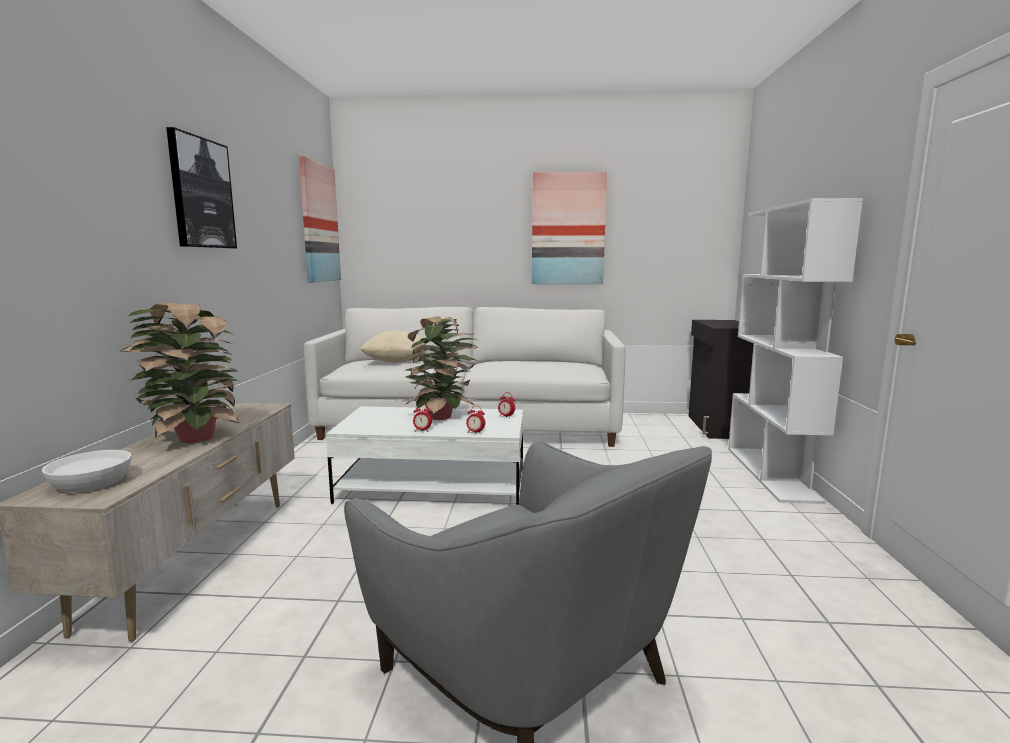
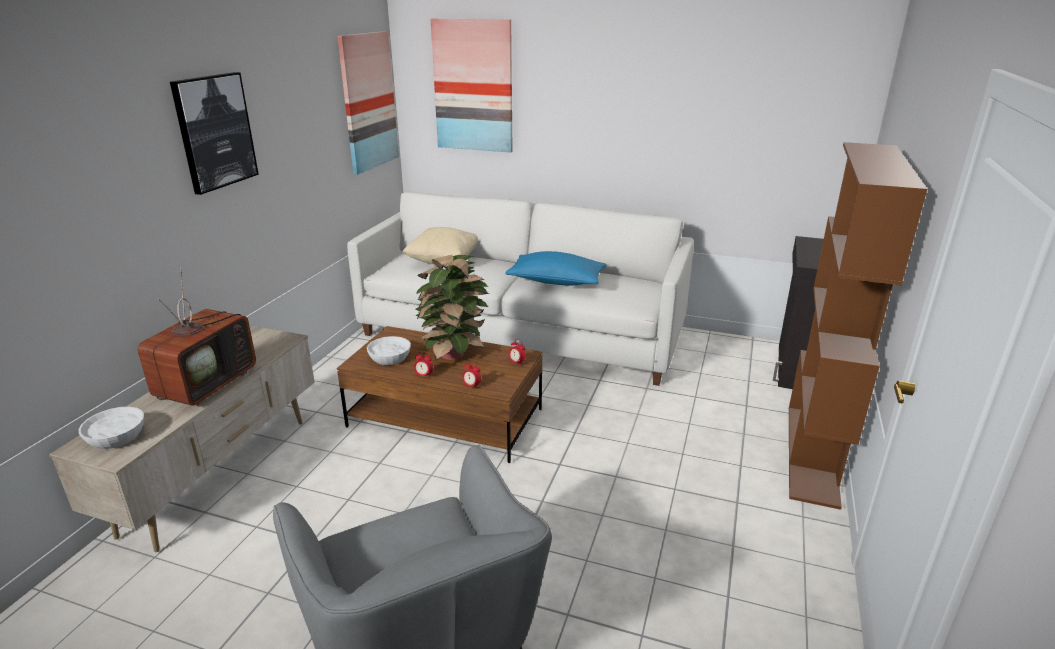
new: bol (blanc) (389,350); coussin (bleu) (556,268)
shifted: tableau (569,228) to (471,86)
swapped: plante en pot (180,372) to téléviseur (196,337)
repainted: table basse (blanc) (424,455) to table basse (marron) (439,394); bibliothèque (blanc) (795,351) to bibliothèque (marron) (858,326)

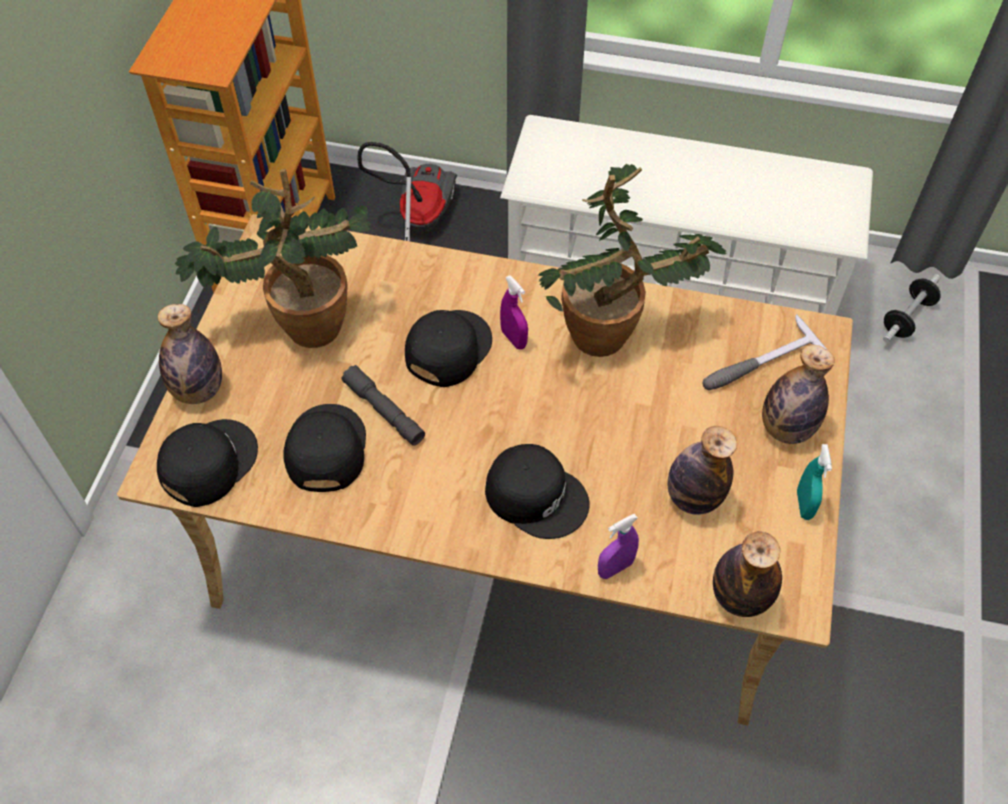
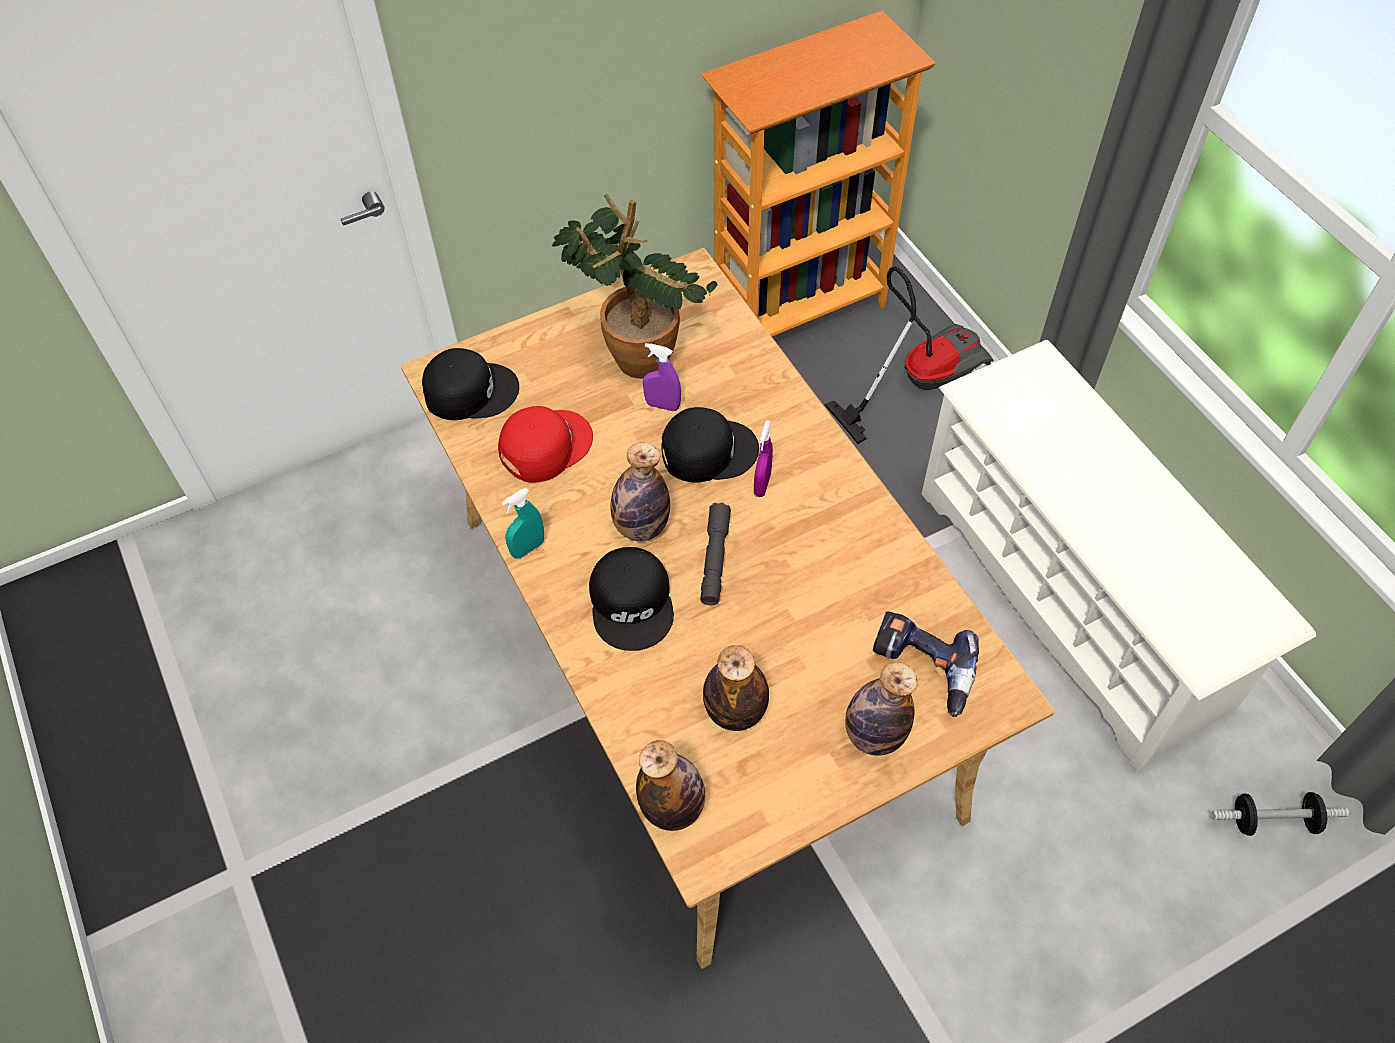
gone: plante en pot (632,260)
shifted: vaporisateur (turquoise) (814,482) to (523,523); bouteille (190,354) to (640,491); vaporisateur (violet) (618,546) to (662,377); lampe de poche (gris) (383,405) to (715,554)
swapped: marteau (765,352) to perceuse (926,664)
repainted: casquette (noir) (324,448) to casquette (rouge) (545,444)

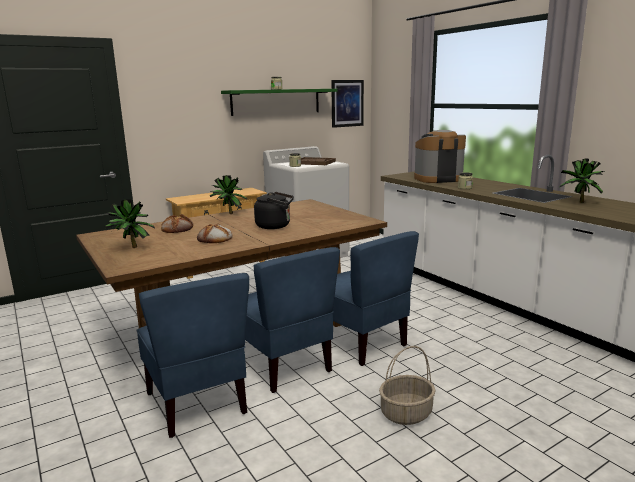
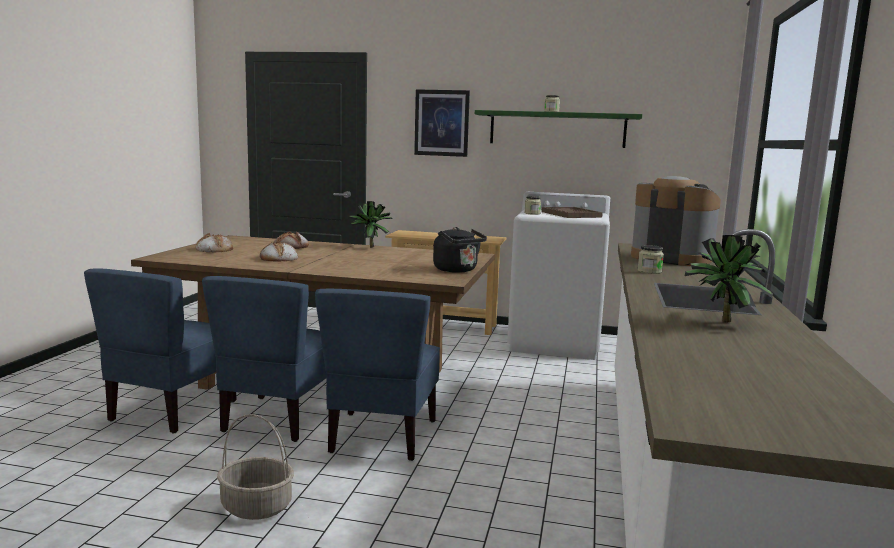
shifted: tableau (347,104) to (442,123); bouilloire (noir) (274,210) to (460,250)
swapped: plante en pot (130,223) to pain (214,243)

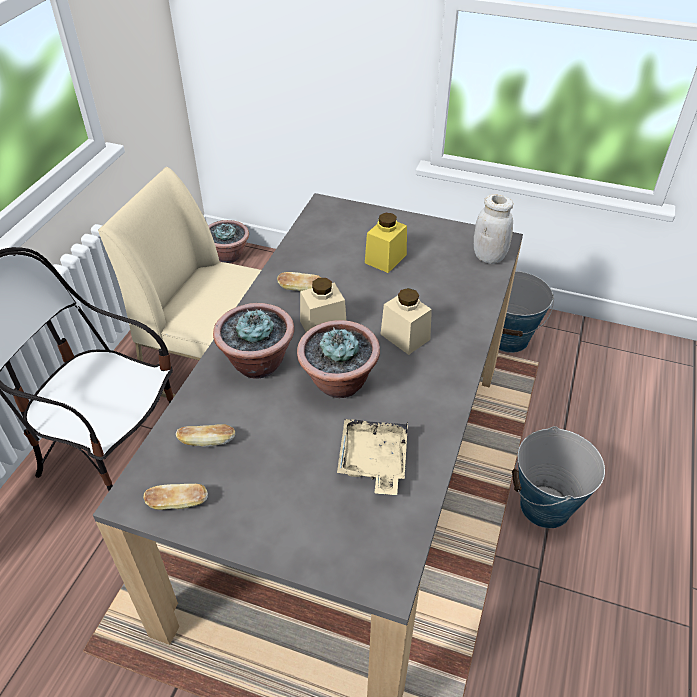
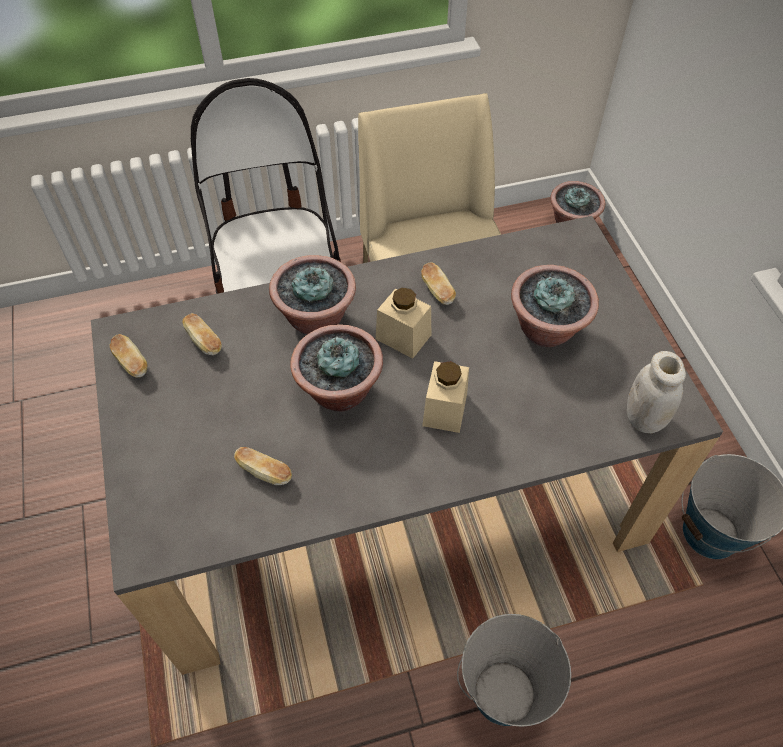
swapped: plateau (beige) (372,457) to pain (263,466); bocal (jaune) (386,243) to plante en pot (555,306)

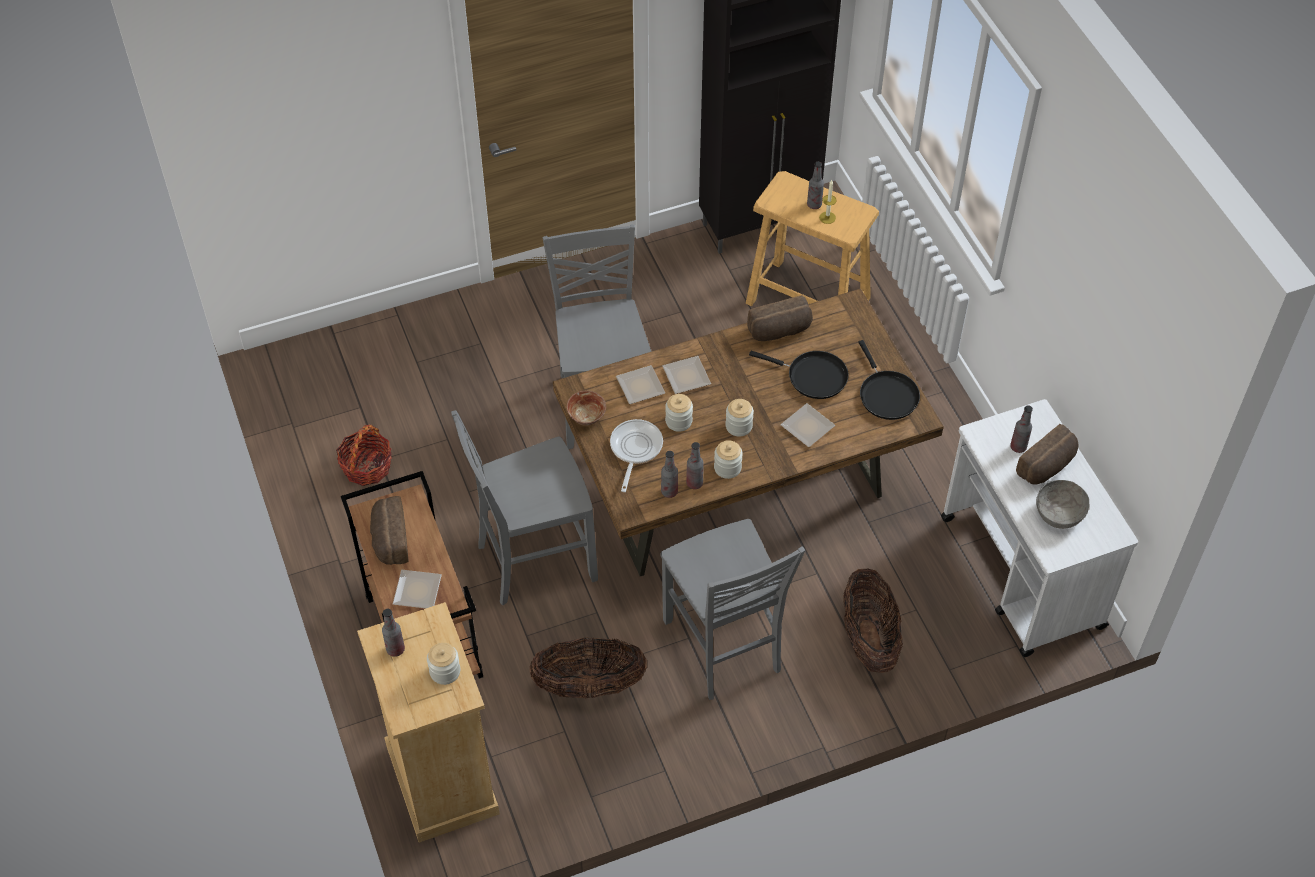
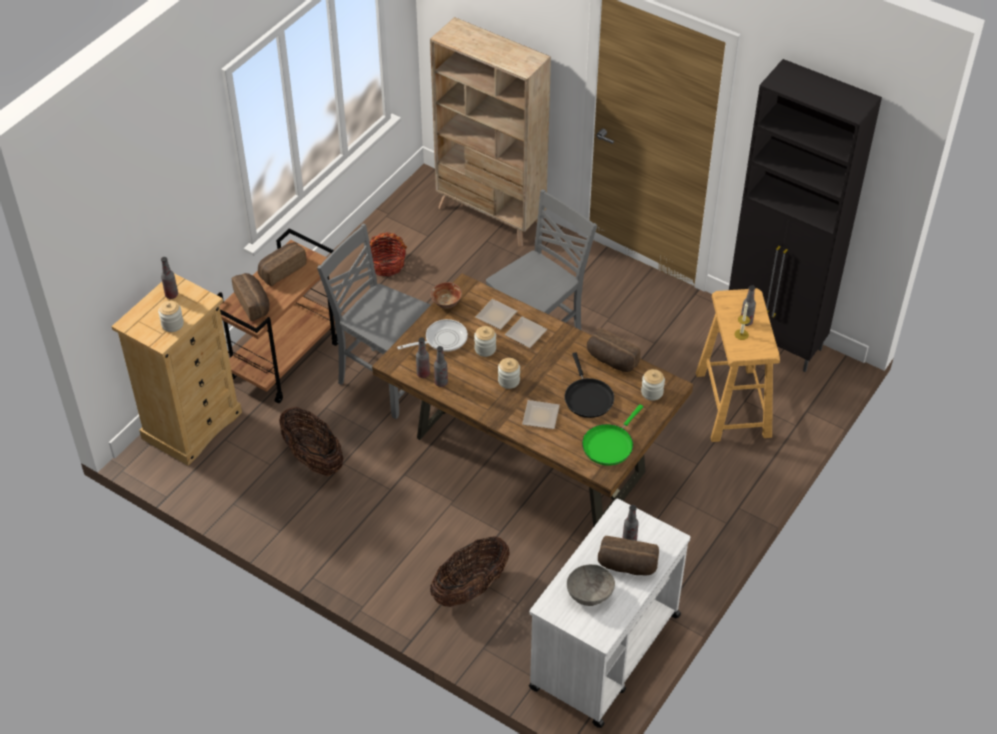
gone: chaise (gris) (733,609)
new: bibliothèque (beige) (490,132)
shifted: bocal (728,459) to (653,385)
swapped: assiette (417,589) to pain (251,297)
repainted: poêle (noir) (889,380) to poêle (vert) (612,434)

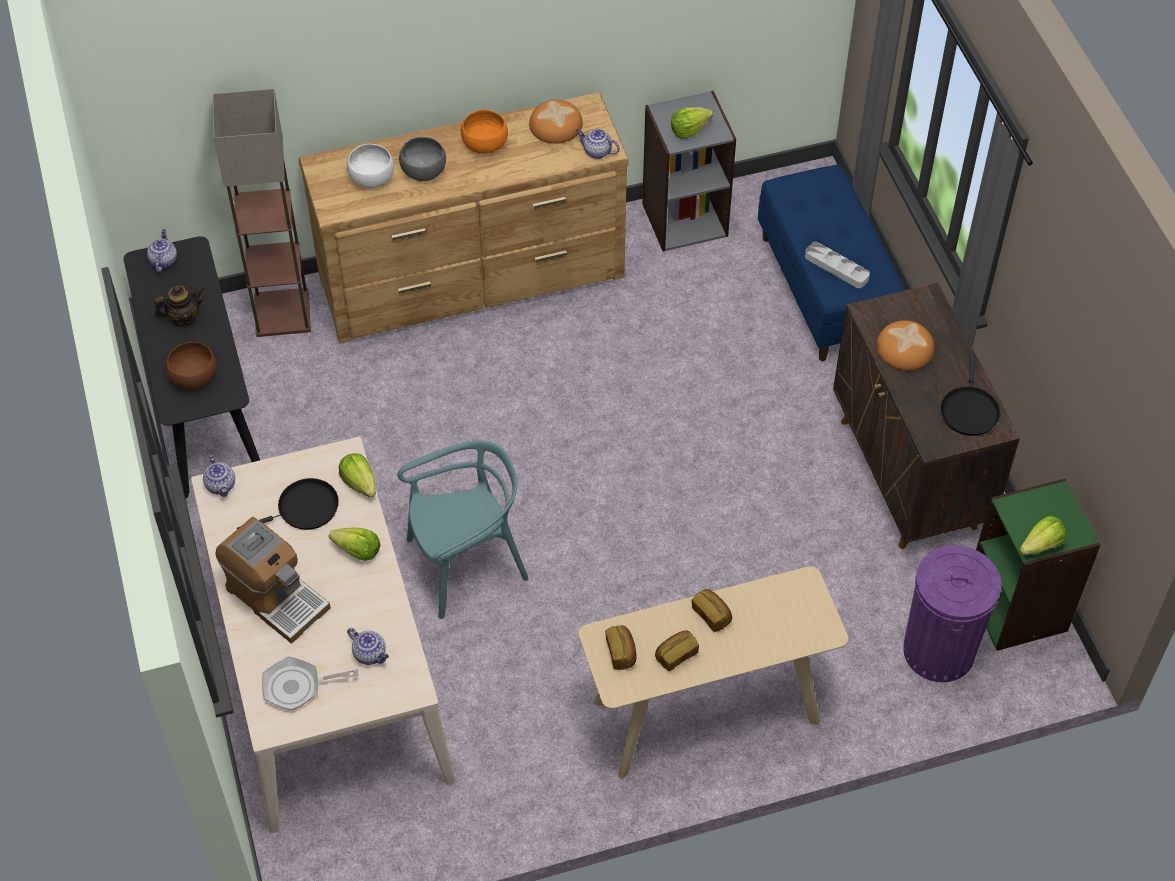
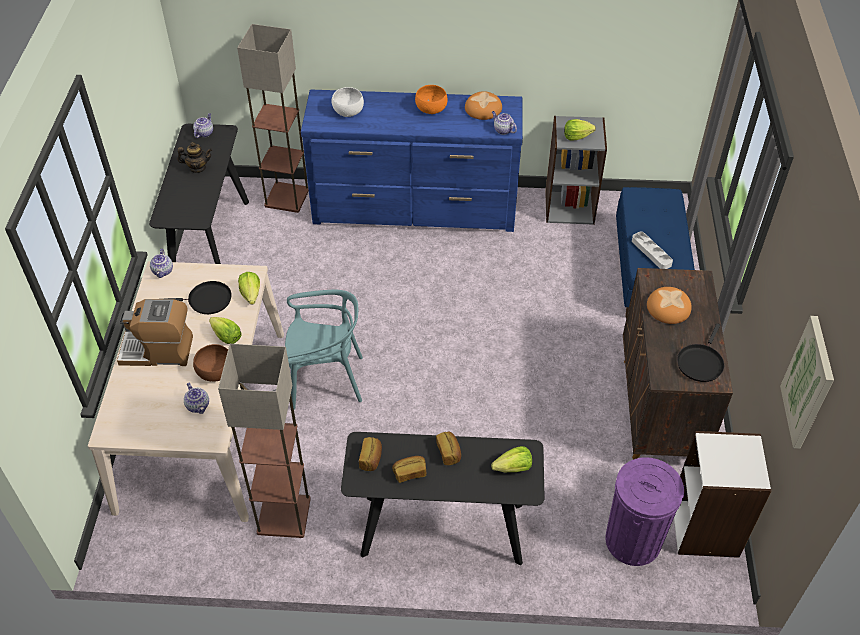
gone: poêle (310,683); bol (gris) (422,159)
new: lampadaire (264,441); tableau (807,382)
shifted: bol (marron) (191,365) to (210,362); laitue (1043,535) to (511,459)
repainted: commode (marron) (463,218) to commode (bleu) (412,160); table console (beige) (713,672) to table console (noir) (443,498); bibliothèque (vert) (1038,564) to bibliothèque (blanc) (722,494)
rotated: machine à café (273,580) = (155,332) 120 degrees clockwise

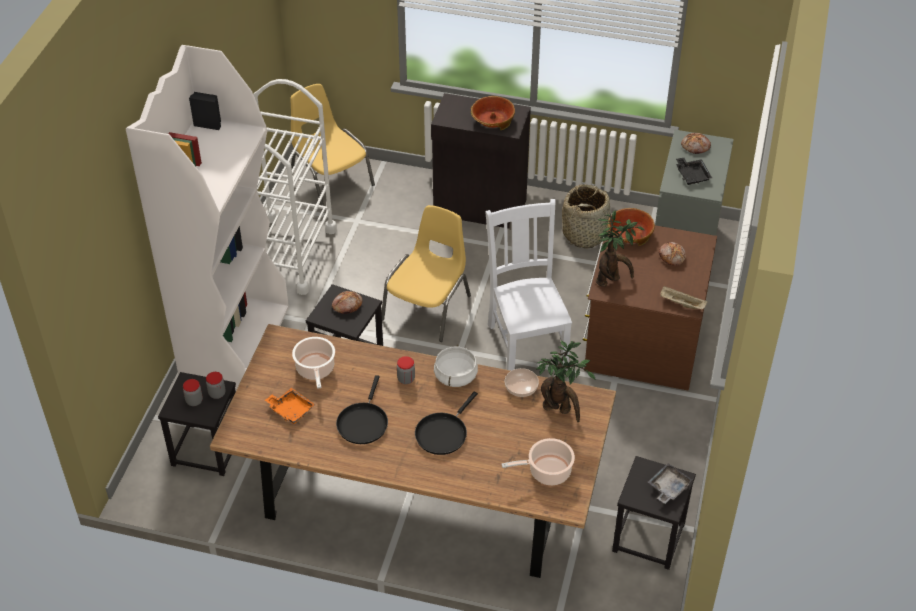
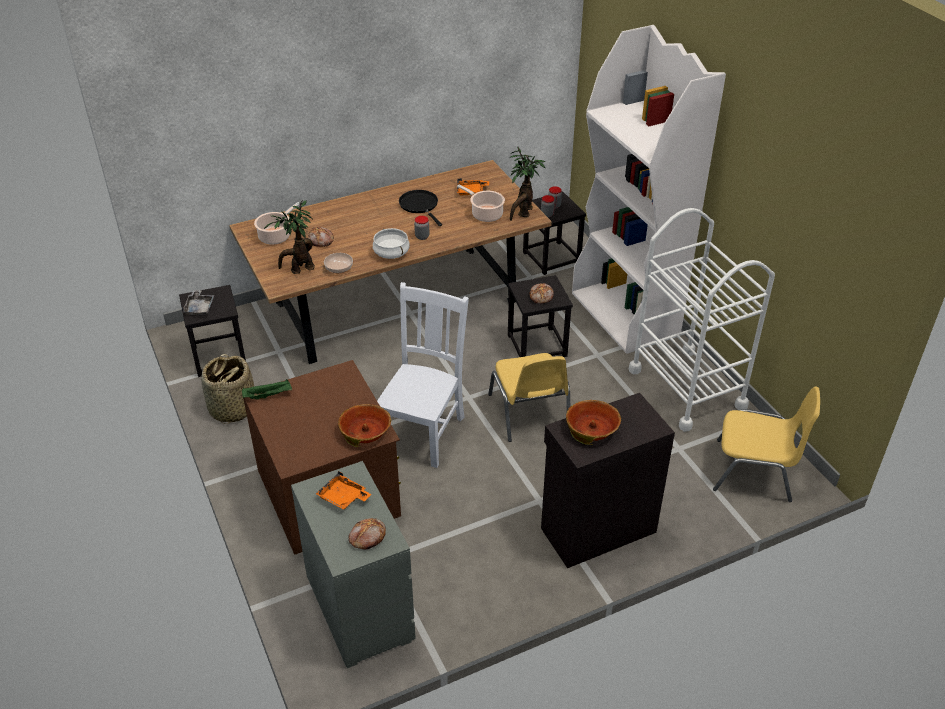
gone: poêle (noir) (446,423)
shifted: panier (586,216) to (227,389); pain (672,254) to (321,237); plante en pot (620,248) to (527,184)
repainted: plateau (beige) (683,297) to plateau (vert) (267,389); plateau (noir) (694,171) to plateau (orange) (344,490)
rotated: chaise (blanc) (528,285) = (423,375) 105 degrees counterclockwise

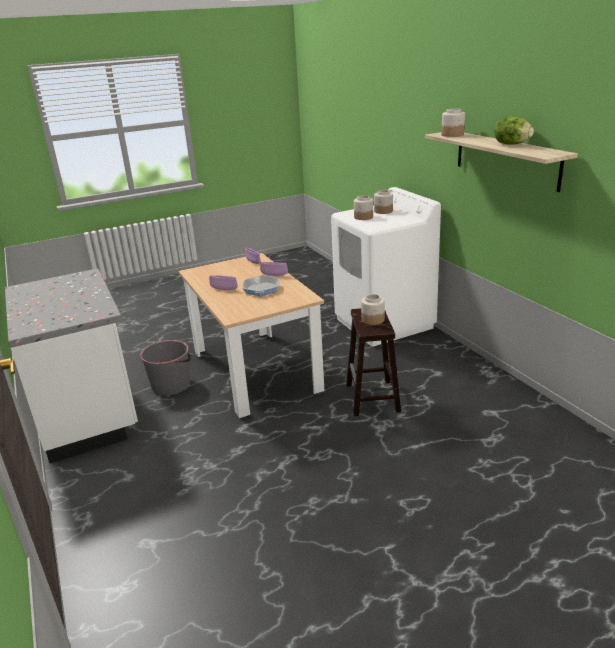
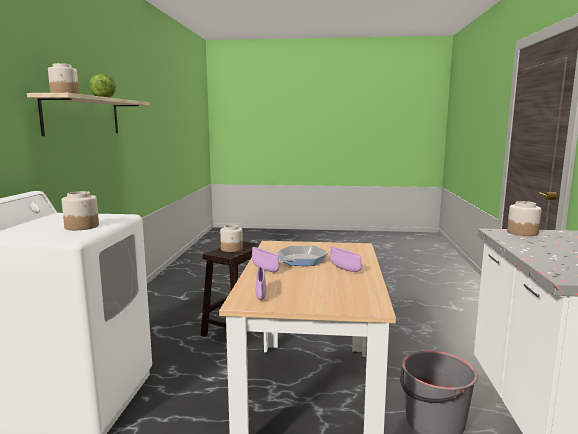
shifted: bocal (383,202) to (524,218)

